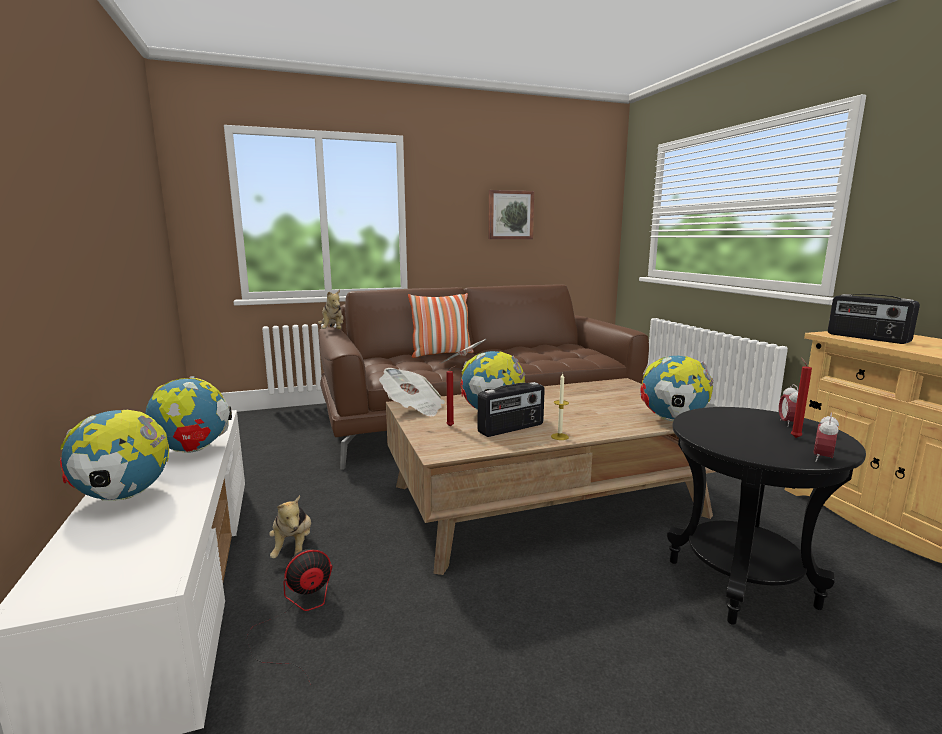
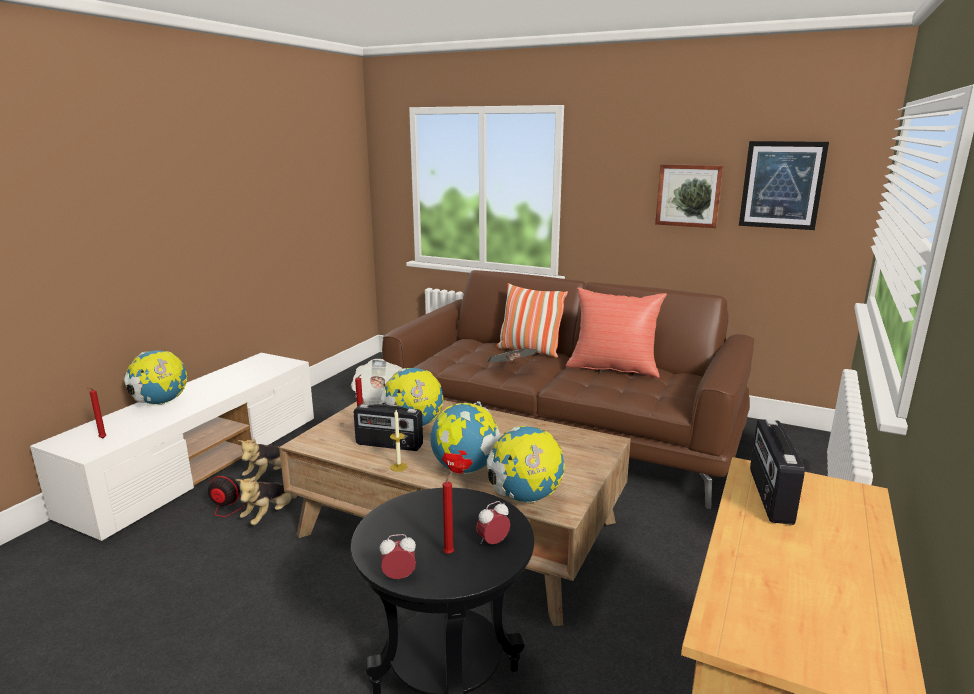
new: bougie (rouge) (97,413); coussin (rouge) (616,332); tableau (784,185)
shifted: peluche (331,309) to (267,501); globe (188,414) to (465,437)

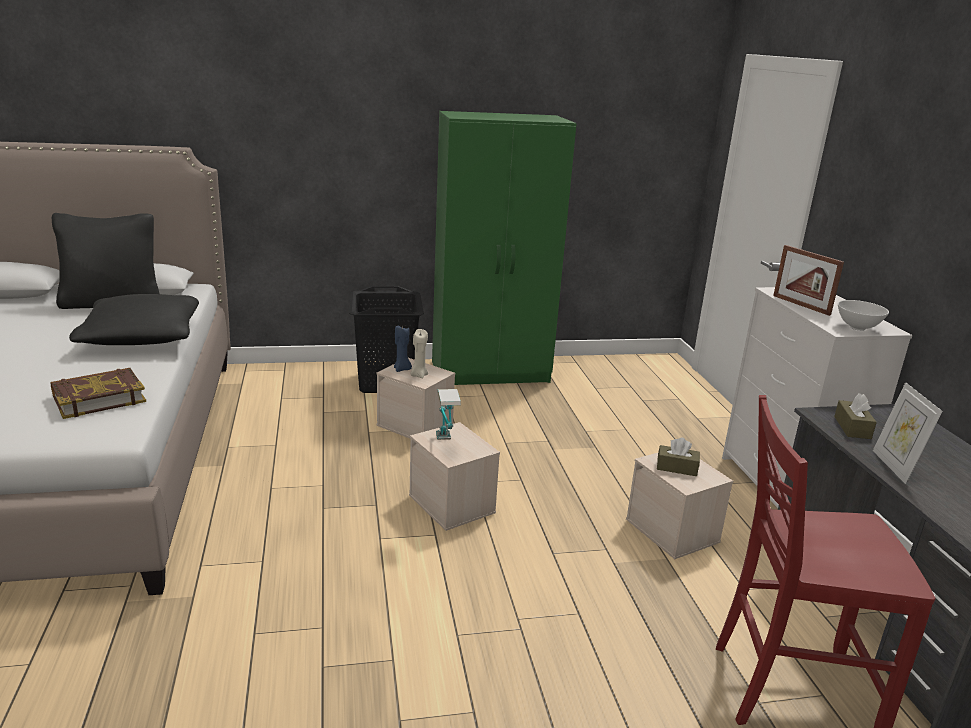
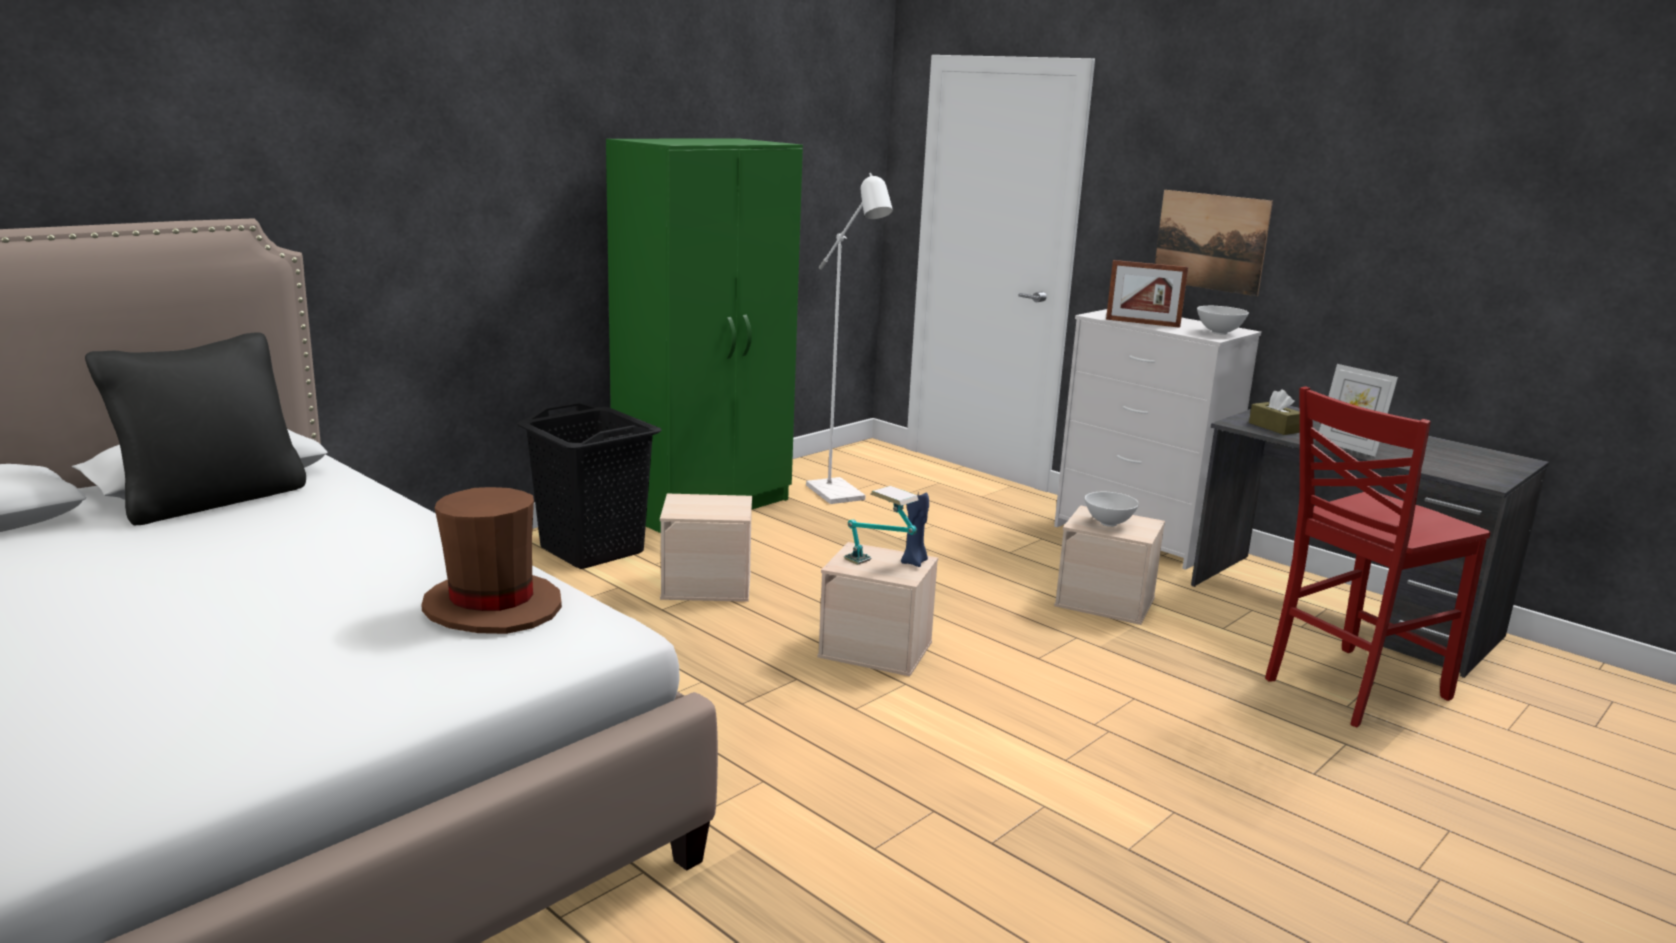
gone: coussin (noir) (134,319); bougie (beige) (419,353)
new: lampadaire (blanc) (849,338); tableau (1214,243)
shifted: bougie (bleu) (403,348) to (915,528)
swapped: livre (98,393) to chapeau (marron) (491,560); boîte à mouchoirs (marron) (678,457) to bol (blanc) (1112,509)

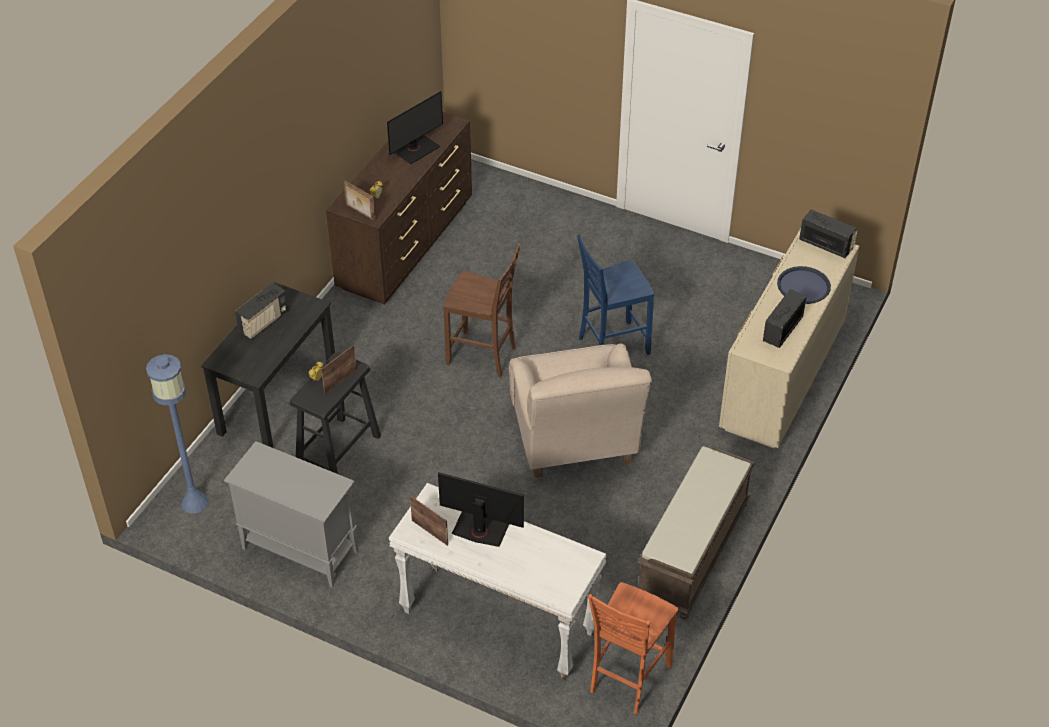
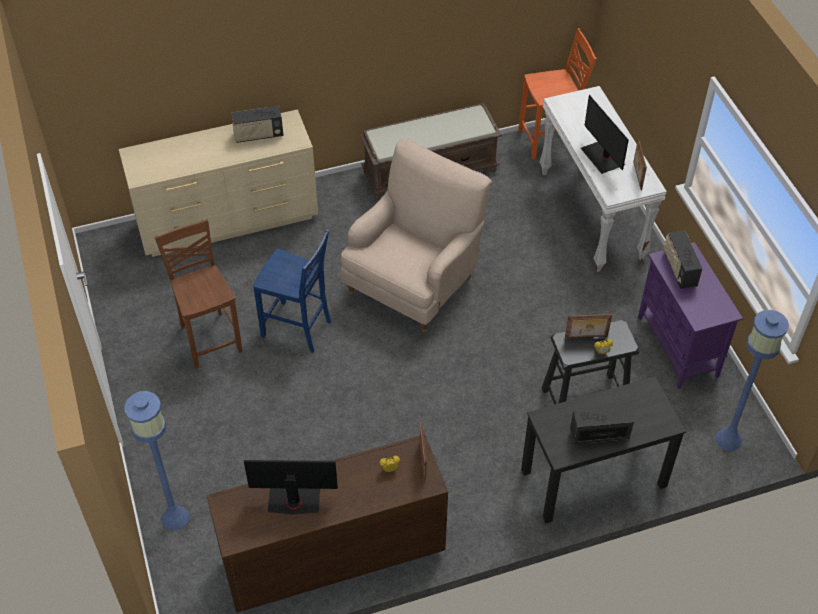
gone: plateau (bleu) (804,285)
new: lampadaire (bleu) (156,460)
shifted: chaise (marron) (481,310) to (198,294); radio (828,233) to (683,259)
repainted: meuble de rangement (gris) (291,514) to meuble de rangement (violet) (690,315)

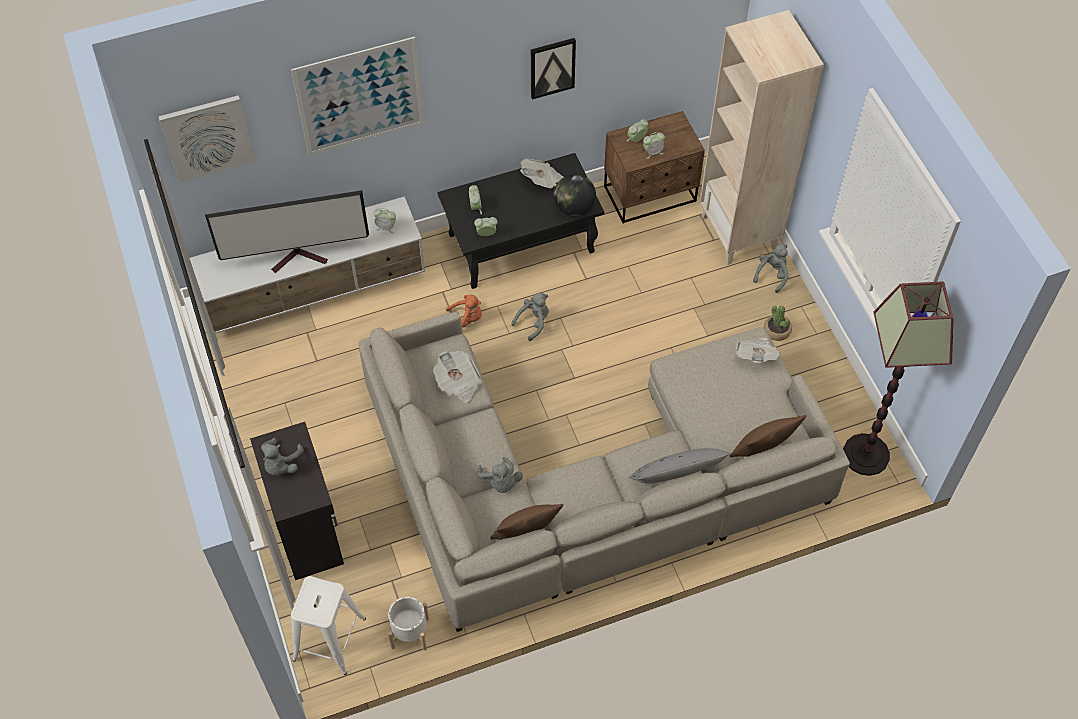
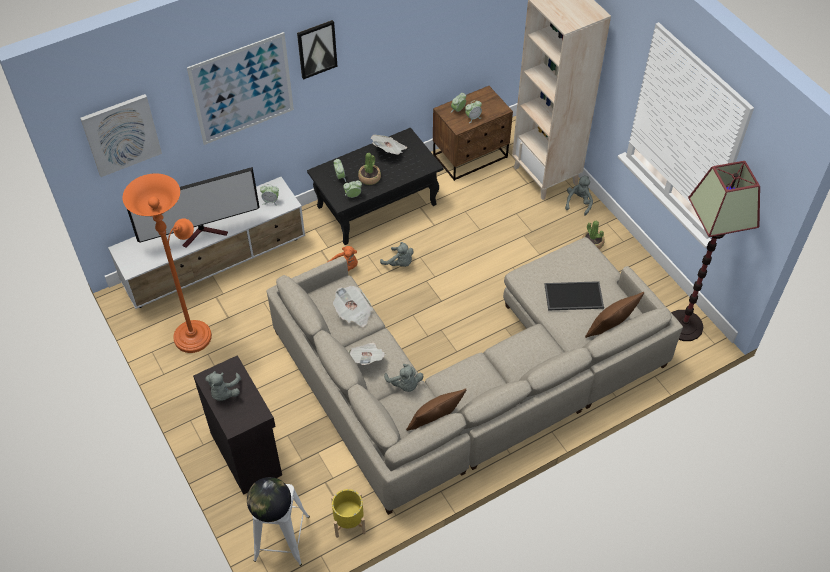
gone: coussin (gris) (679,466)
new: lampadaire (orange) (167,263); plante en pot (369,169); plateau (574,296)
shifted: globe (575,195) to (269,499); tableau (553,68) to (317,50); journal (758,350) to (366,354)
repainted: cache-pot (blanc) (408,623) to cache-pot (jaune) (348,513)
rotated: peluche (gris) (530,317) = (396,254) 90 degrees clockwise

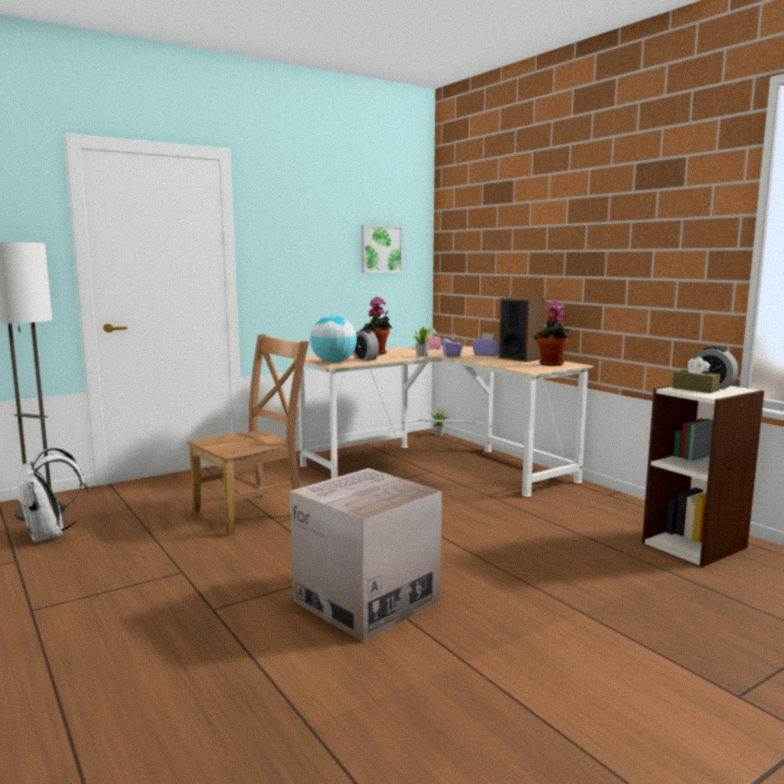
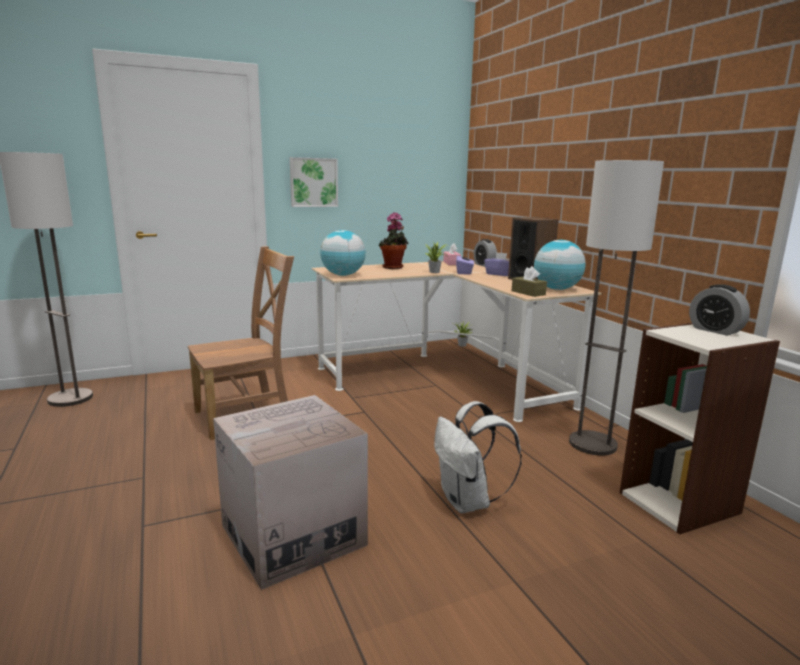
new: lampadaire (616,308)
shifted: tableau (382,249) to (314,182); sac à dos (blanc) (52,494) to (478,457); réveil (366,345) to (485,253); boîte à mouchoirs (marron) (696,375) to (529,281)
swapped: plante en pot (552,333) to globe (560,265)

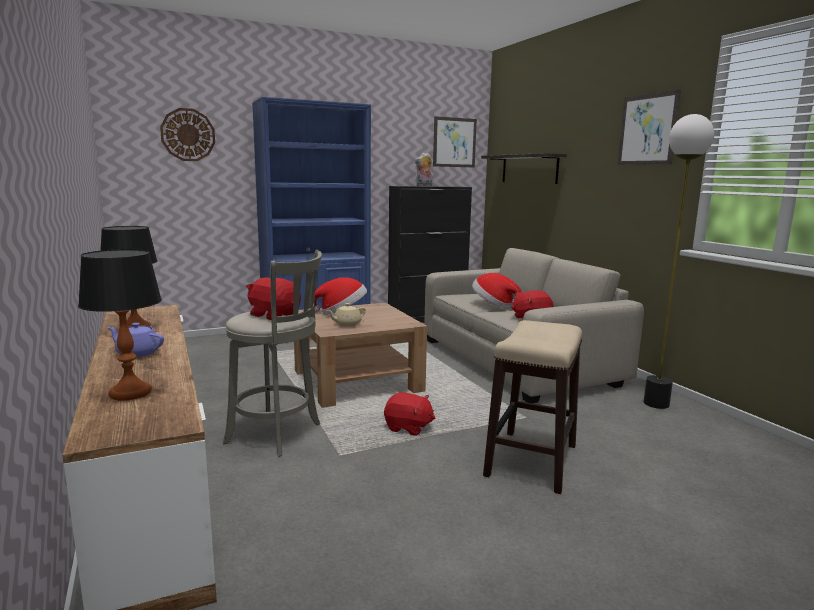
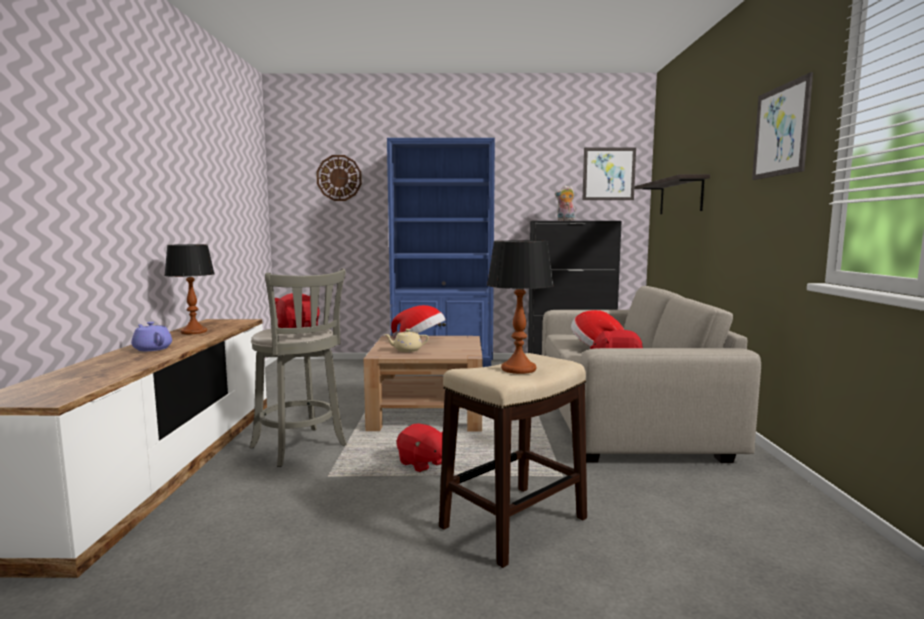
gone: lampadaire (678,261)
shifted: lampe de table (120,325) to (520,307)

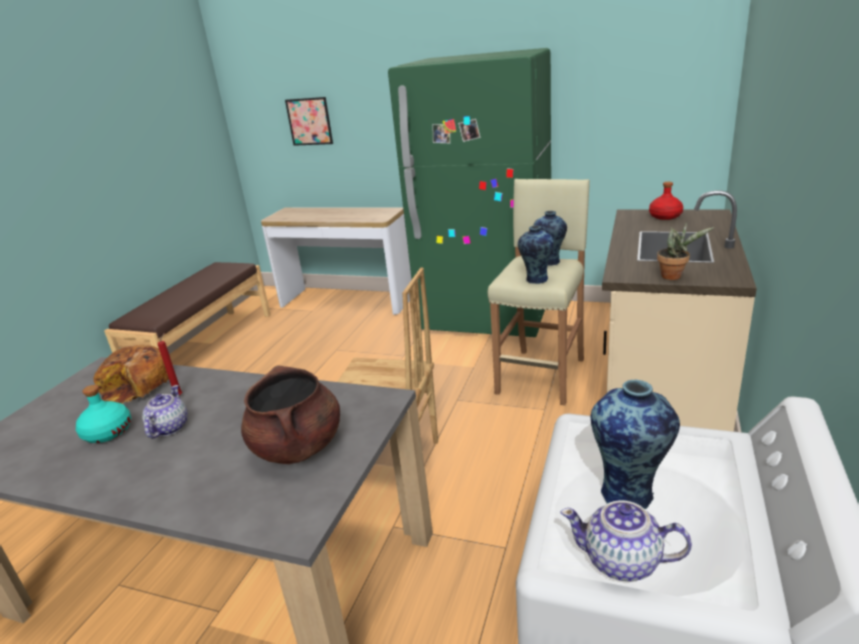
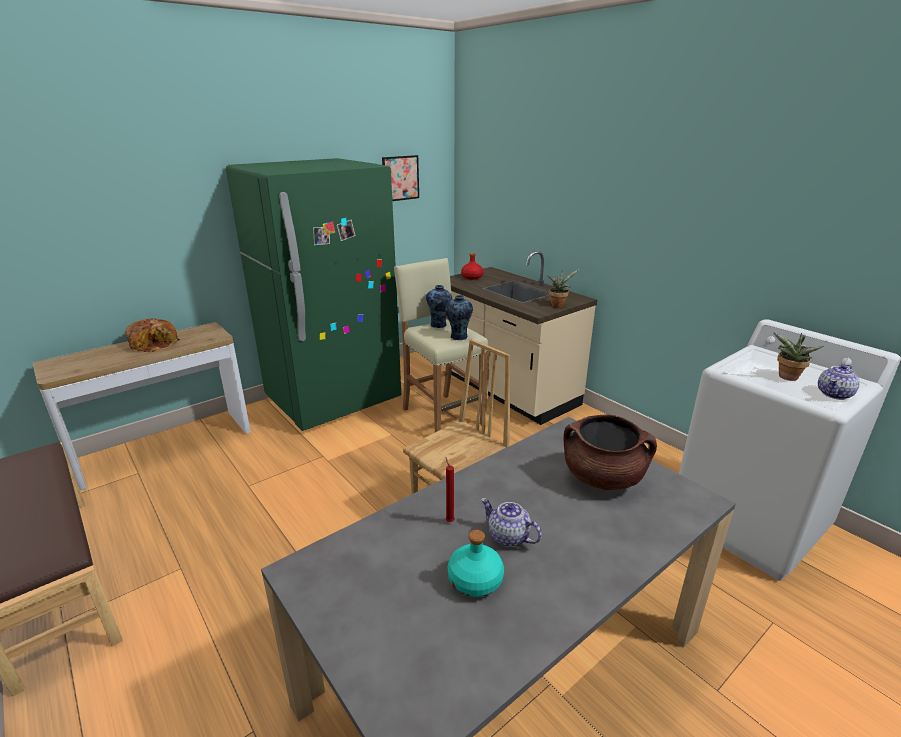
shifted: pain (131,374) to (152,335); tableau (309,121) to (400,178)
swapped: vase (635,444) to plante en pot (798,356)

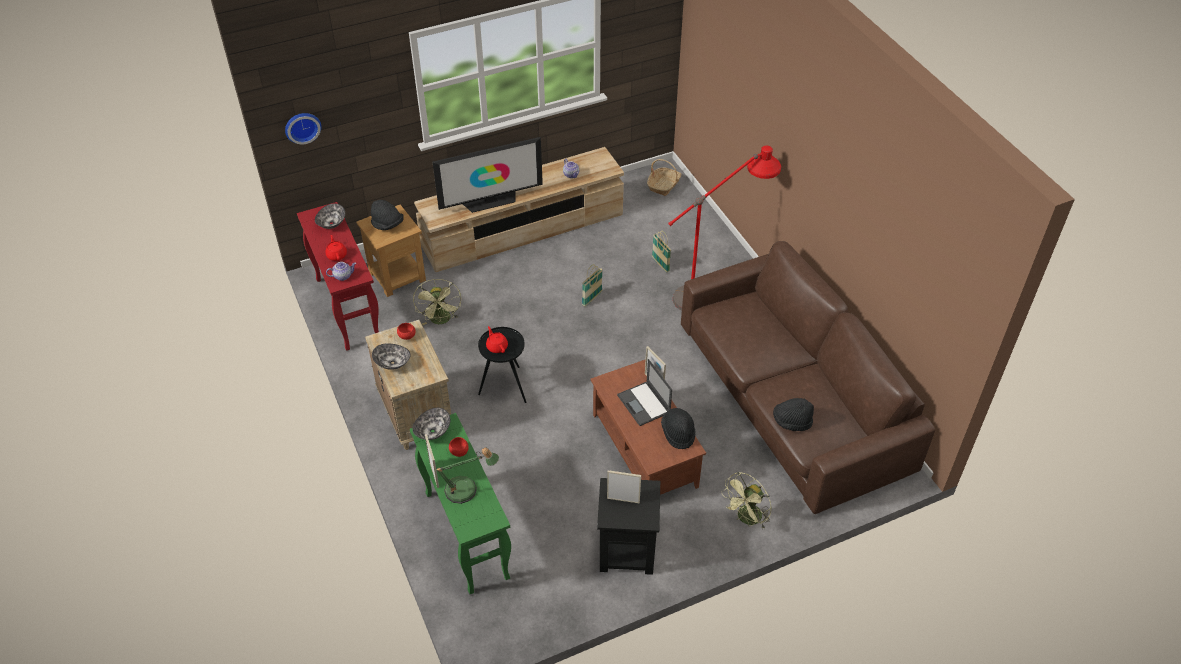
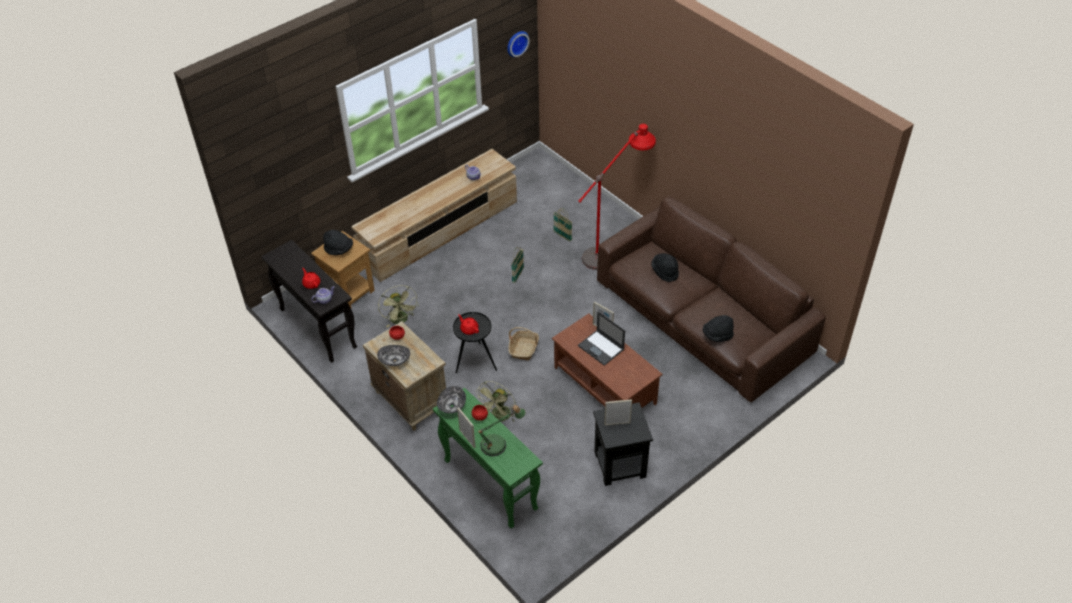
gone: bol (330,216); téléviseur (488,175)
shifted: ventilateur (vert) (746,501) to (496,401); horloge murale (303,128) to (518,44); panier (664,177) to (523,344); chapeau (noir) (678,428) to (665,267)
repainted: table console (rouge) (338,276) to table console (noir) (309,301)

